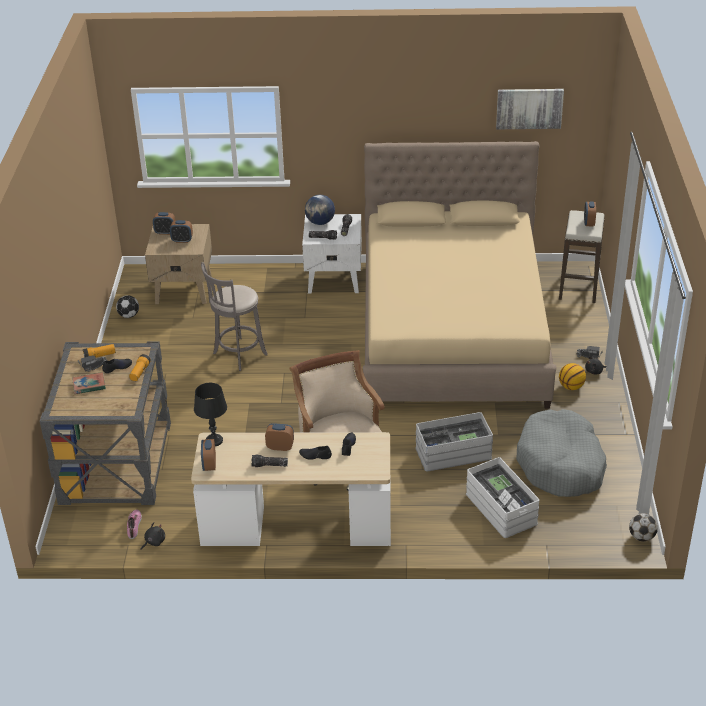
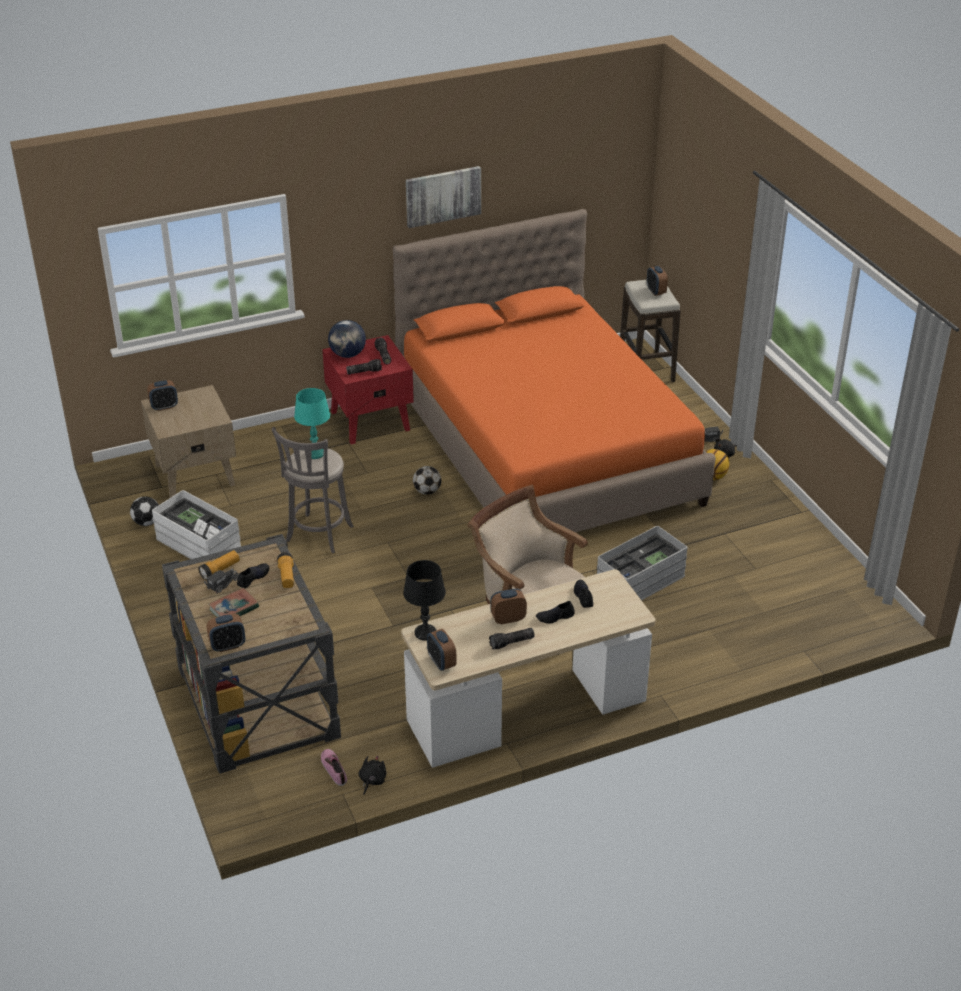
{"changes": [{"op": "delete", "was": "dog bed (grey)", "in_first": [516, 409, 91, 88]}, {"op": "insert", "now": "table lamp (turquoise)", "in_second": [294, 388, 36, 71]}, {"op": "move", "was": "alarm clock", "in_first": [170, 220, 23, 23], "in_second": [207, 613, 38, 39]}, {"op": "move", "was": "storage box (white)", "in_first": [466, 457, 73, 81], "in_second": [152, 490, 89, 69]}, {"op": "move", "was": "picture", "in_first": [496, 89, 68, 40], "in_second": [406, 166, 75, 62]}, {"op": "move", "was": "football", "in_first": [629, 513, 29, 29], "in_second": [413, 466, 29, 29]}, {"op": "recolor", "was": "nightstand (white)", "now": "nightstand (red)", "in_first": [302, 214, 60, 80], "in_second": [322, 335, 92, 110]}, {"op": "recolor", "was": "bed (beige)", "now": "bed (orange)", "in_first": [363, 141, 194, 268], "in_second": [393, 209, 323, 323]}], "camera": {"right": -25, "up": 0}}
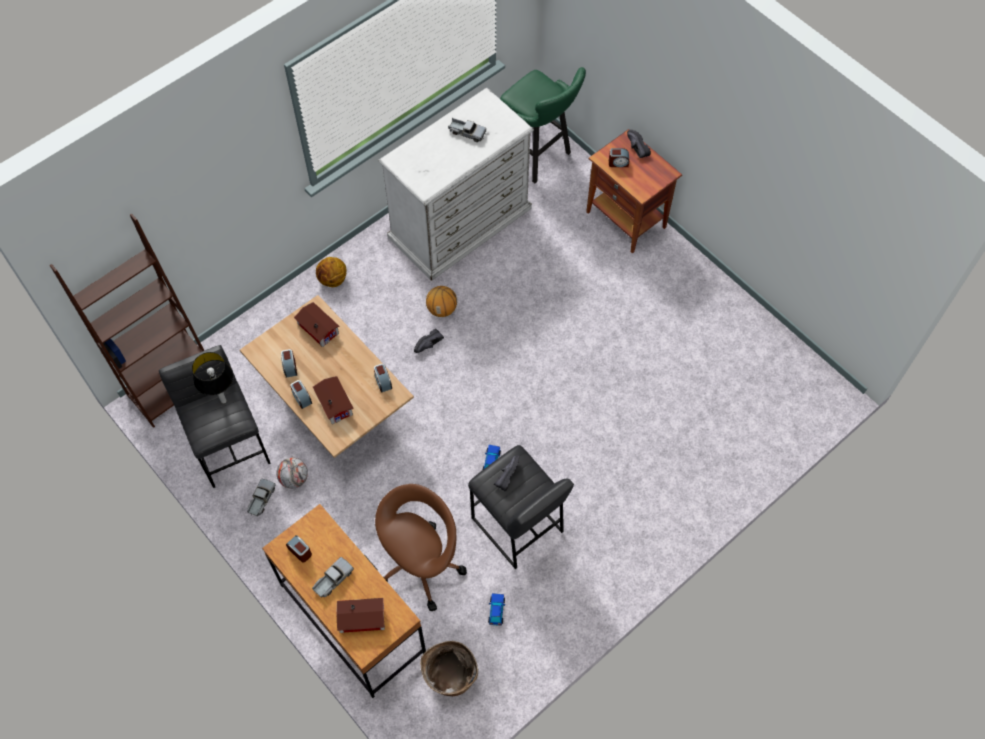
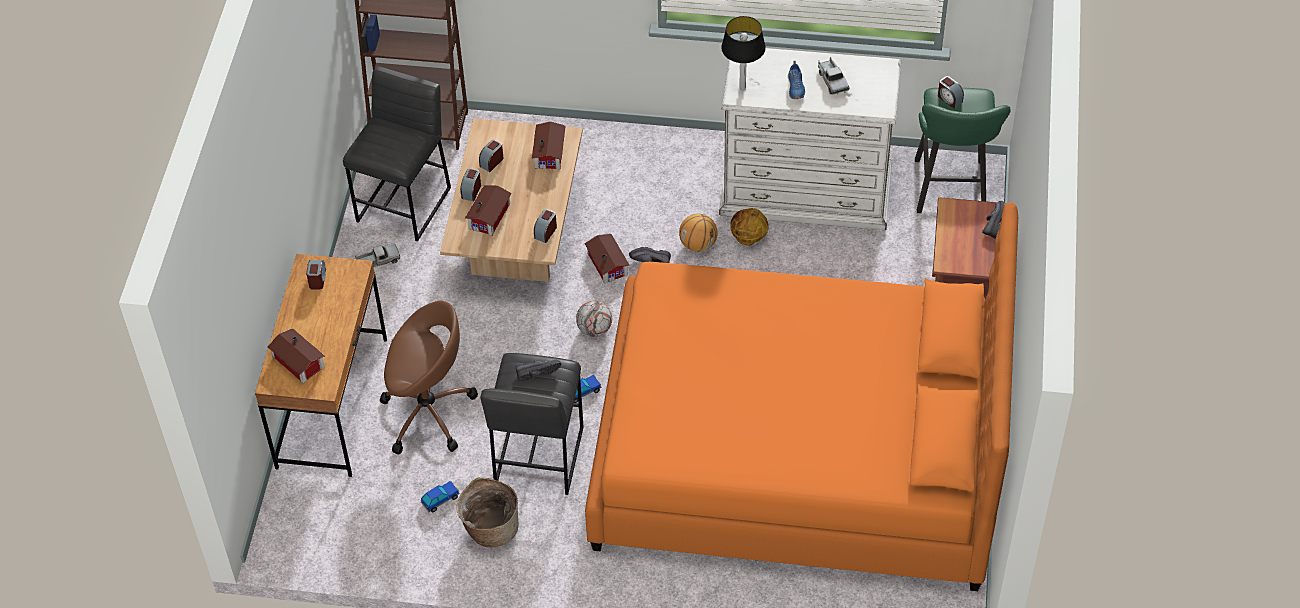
{"changes": [{"op": "delete", "was": "toy truck", "in_first": [312, 557, 42, 41]}, {"op": "insert", "now": "toy house", "in_second": [584, 234, 46, 49]}, {"op": "insert", "now": "bed (orange)", "in_second": [585, 202, 433, 389]}, {"op": "insert", "now": "shoe (blue)", "in_second": [788, 61, 17, 38]}, {"op": "move", "was": "table lamp", "in_first": [192, 352, 41, 52], "in_second": [721, 16, 45, 74]}, {"op": "move", "was": "football", "in_first": [276, 458, 32, 31], "in_second": [576, 301, 36, 36]}, {"op": "move", "was": "basketball", "in_first": [316, 257, 31, 30], "in_second": [730, 208, 39, 38]}, {"op": "move", "was": "basket", "in_first": [420, 641, 58, 55], "in_second": [457, 478, 61, 69]}, {"op": "move", "was": "alarm clock", "in_first": [609, 148, 20, 19], "in_second": [938, 76, 26, 32]}], "camera": {"right": 50, "up": -10}}
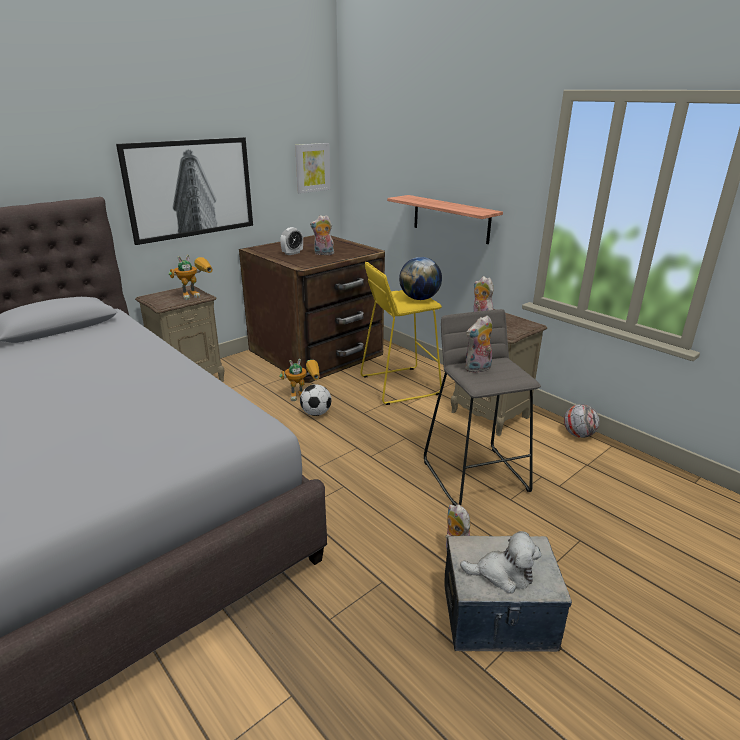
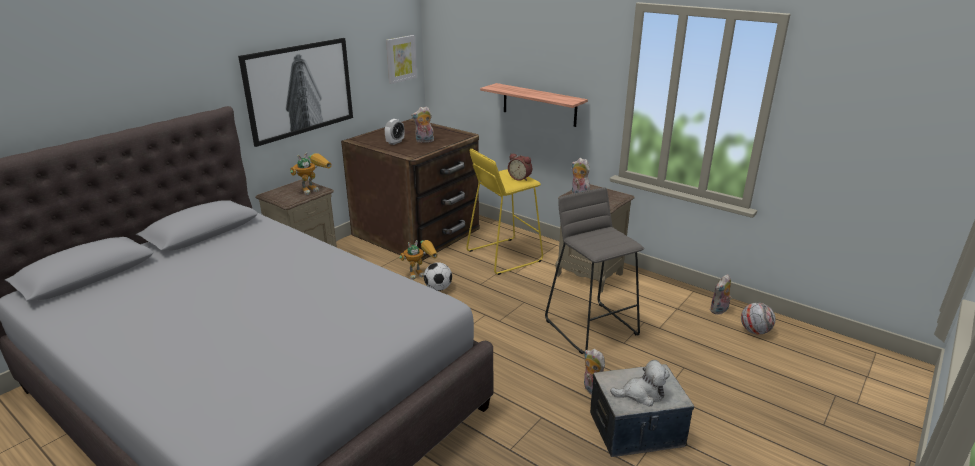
{"changes": [{"op": "move", "was": "plush toy", "in_first": [465, 316, 27, 57], "in_second": [709, 274, 23, 41]}, {"op": "move", "was": "football", "in_first": [564, 404, 36, 34], "in_second": [741, 302, 35, 33]}, {"op": "replace", "was": "globe", "now": "alarm clock", "in_first": [399, 257, 43, 43], "in_second": [508, 154, 24, 27]}], "camera": {"right": -10, "up": 0}}
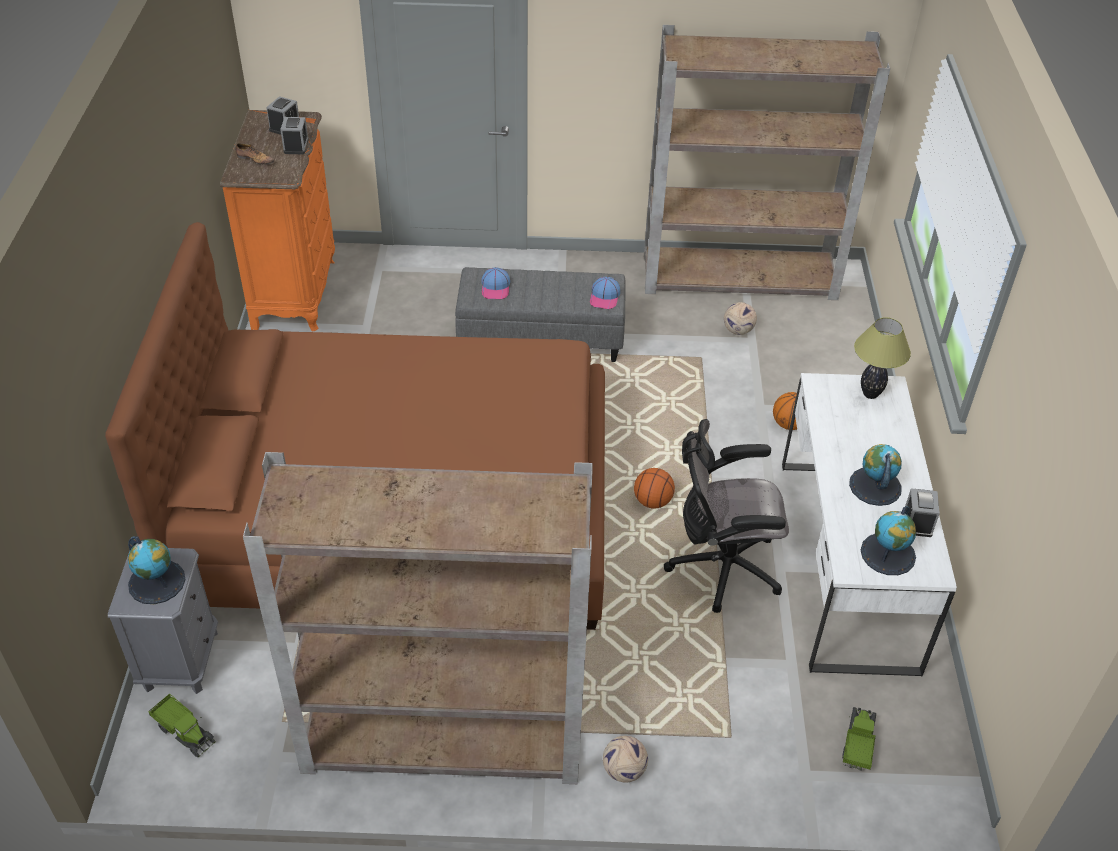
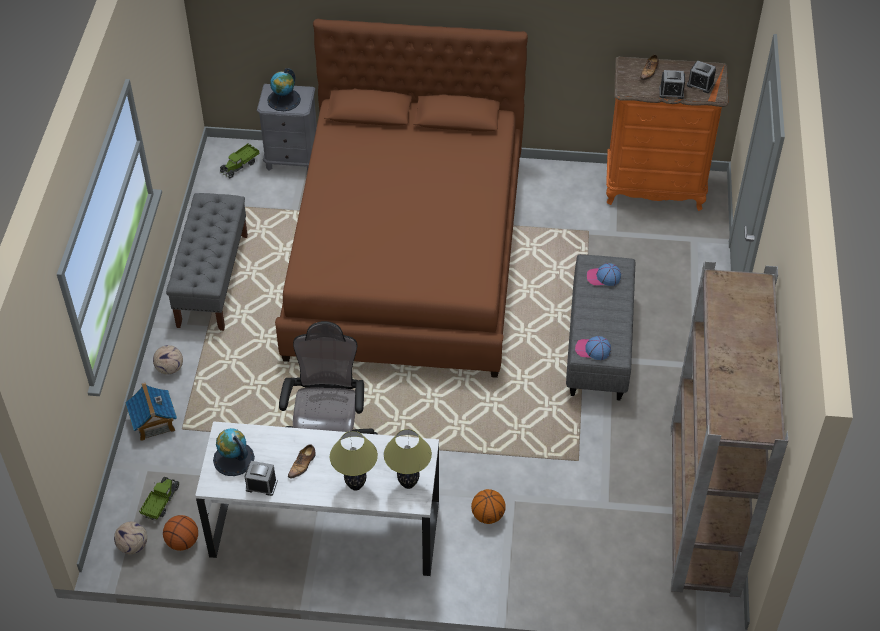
{"changes": [{"op": "insert", "now": "toy house", "in_second": [125, 383, 52, 58]}, {"op": "insert", "now": "table lamp", "in_second": [330, 431, 48, 60]}, {"op": "move", "was": "basketball", "in_first": [634, 468, 41, 41], "in_second": [163, 515, 35, 36]}, {"op": "move", "was": "football", "in_first": [724, 302, 33, 33], "in_second": [114, 522, 33, 32]}, {"op": "replace", "was": "bookcase (brown)", "now": "bench (grey)", "in_first": [243, 452, 350, 332], "in_second": [166, 193, 82, 138]}, {"op": "replace", "was": "globe", "now": "shoe", "in_first": [849, 444, 53, 62], "in_second": [288, 444, 28, 35]}, {"op": "rotate", "was": "toy truck", "in_first": [842, 707, 34, 64], "in_second": [139, 477, 41, 43], "clockwise": -90}], "camera": {"right": 95, "up": 5}}
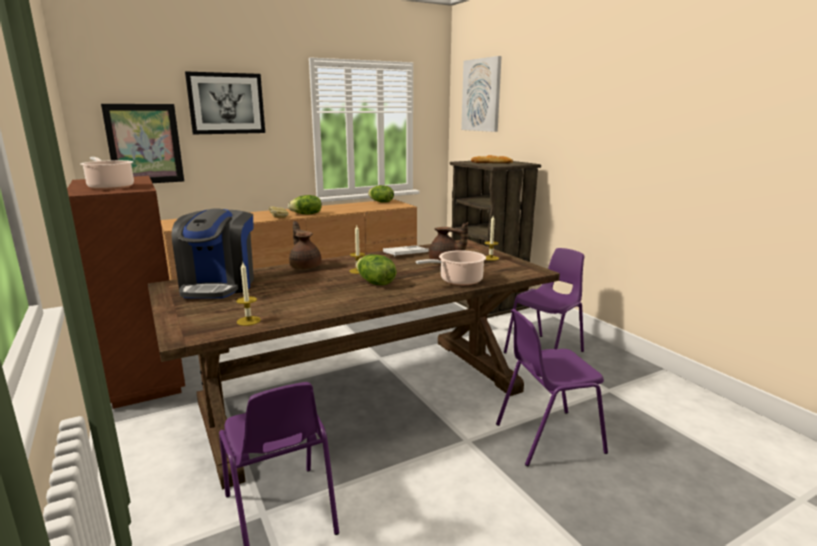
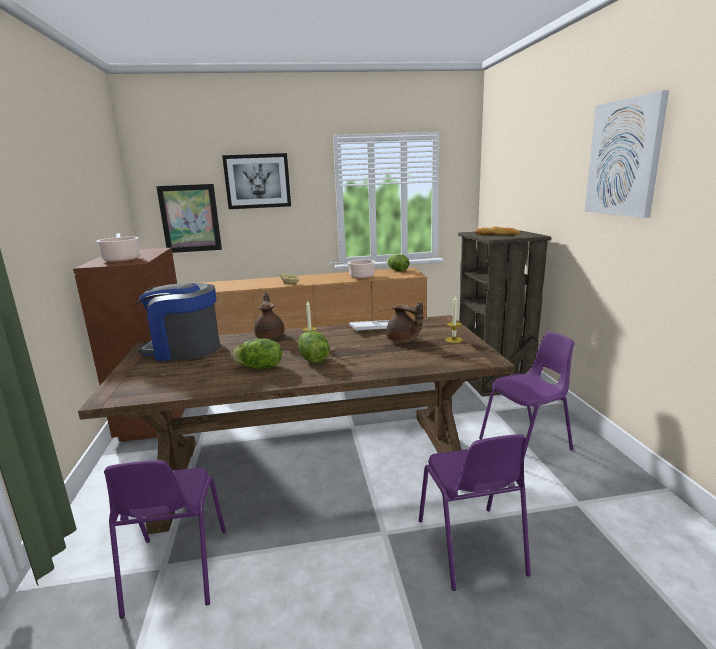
{"changes": [{"op": "delete", "was": "candle", "in_first": [236, 262, 25, 64]}, {"op": "move", "was": "lettuce", "in_first": [288, 195, 34, 19], "in_second": [231, 339, 51, 30]}, {"op": "move", "was": "cooking pot", "in_first": [416, 250, 70, 35], "in_second": [330, 259, 46, 19]}, {"op": "move", "was": "picture", "in_first": [461, 56, 41, 76], "in_second": [585, 90, 84, 128]}, {"op": "rotate", "was": "coffee machine", "in_first": [172, 209, 82, 90], "in_second": [134, 283, 86, 78], "clockwise": 75}, {"op": "rotate", "was": "chair (purple)", "in_first": [496, 309, 112, 157], "in_second": [419, 434, 112, 157], "clockwise": -105}], "camera": {"right": 20, "up": 0}}
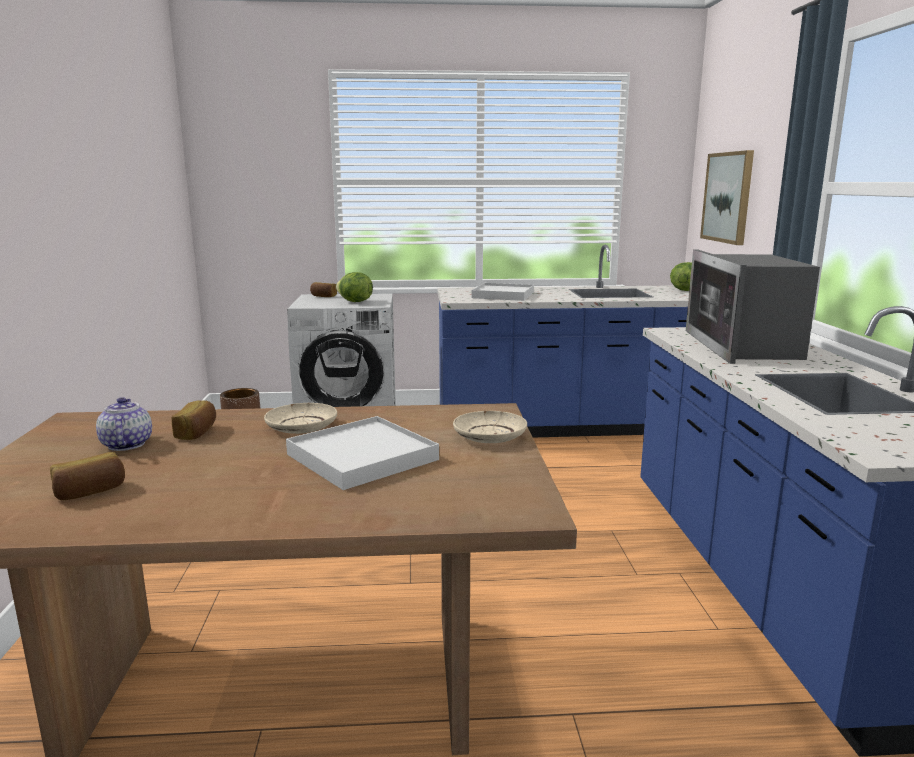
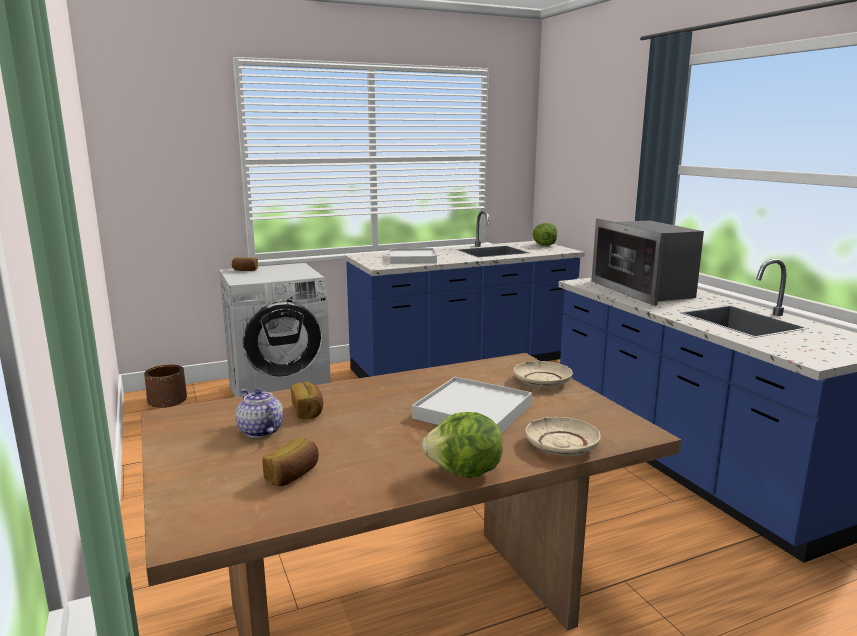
{"changes": [{"op": "delete", "was": "picture", "in_first": [700, 150, 54, 95]}, {"op": "move", "was": "plate (beige)", "in_first": [264, 403, 73, 31], "in_second": [525, 417, 76, 39]}, {"op": "move", "was": "lettuce", "in_first": [336, 272, 37, 30], "in_second": [422, 412, 81, 66]}], "camera": {"right": -20, "up": 0}}
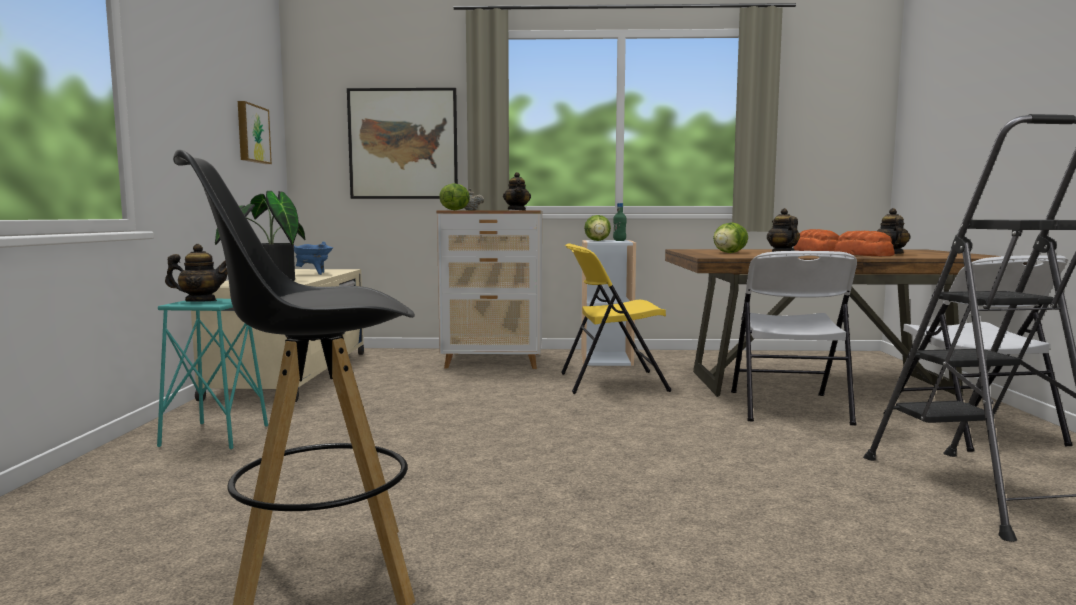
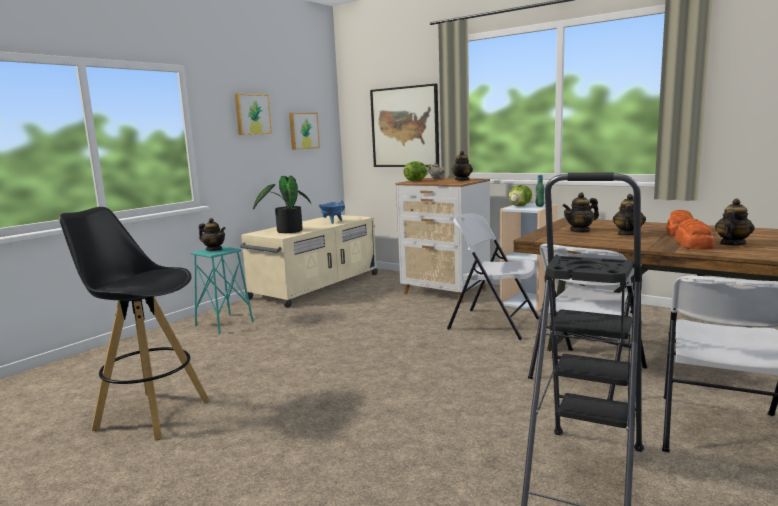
{"changes": [{"op": "insert", "now": "picture", "in_second": [235, 93, 37, 42]}, {"op": "replace", "was": "lettuce", "now": "teapot", "in_first": [713, 222, 35, 31], "in_second": [562, 192, 37, 41]}, {"op": "recolor", "was": "chair (yellow)", "now": "chair (white)", "in_first": [561, 243, 110, 151], "in_second": [447, 214, 92, 126]}], "camera": {"right": 35, "up": 5}}
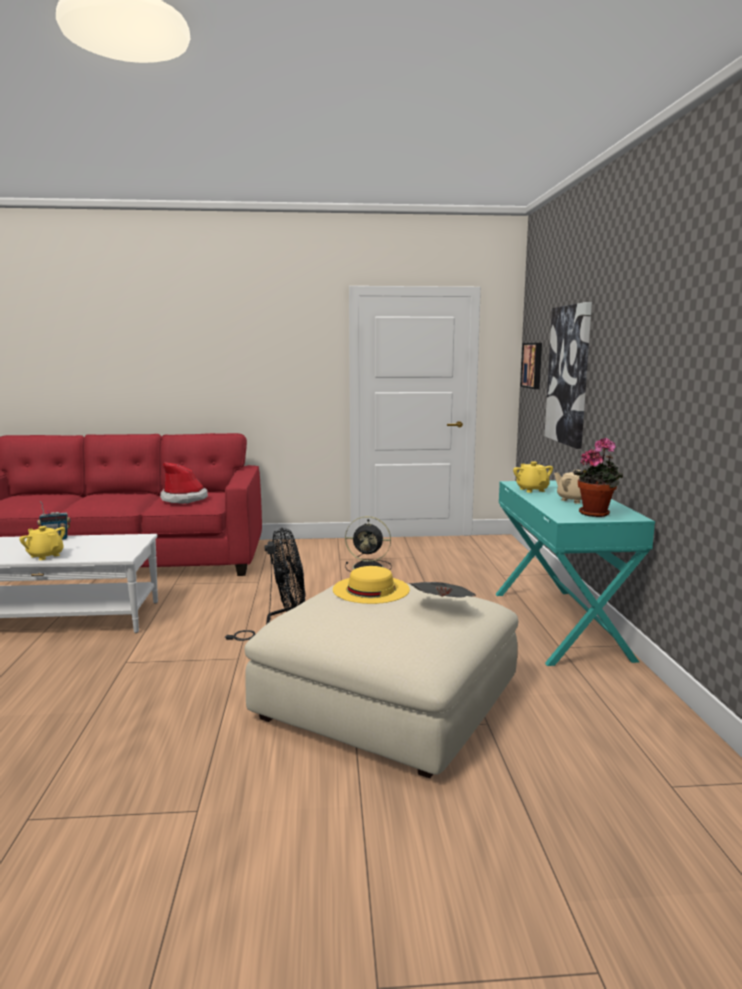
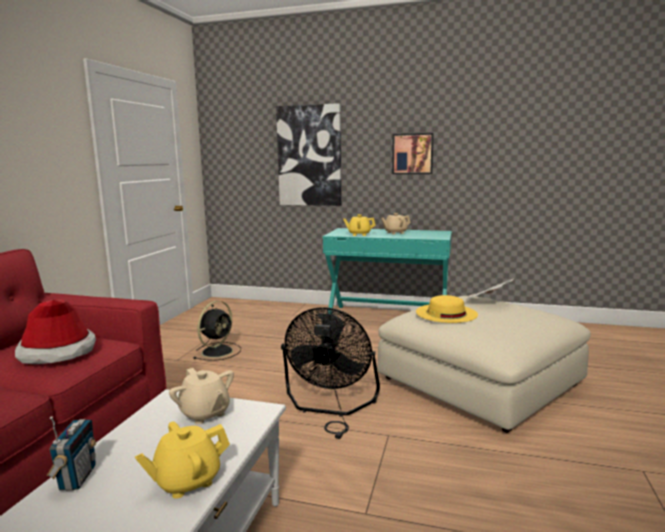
{"changes": [{"op": "delete", "was": "potted plant", "in_first": [573, 438, 50, 79]}, {"op": "insert", "now": "teapot (beige)", "in_second": [169, 368, 65, 56]}, {"op": "move", "was": "picture", "in_first": [520, 343, 22, 46], "in_second": [392, 133, 42, 41]}], "camera": {"right": -70, "up": 0}}
